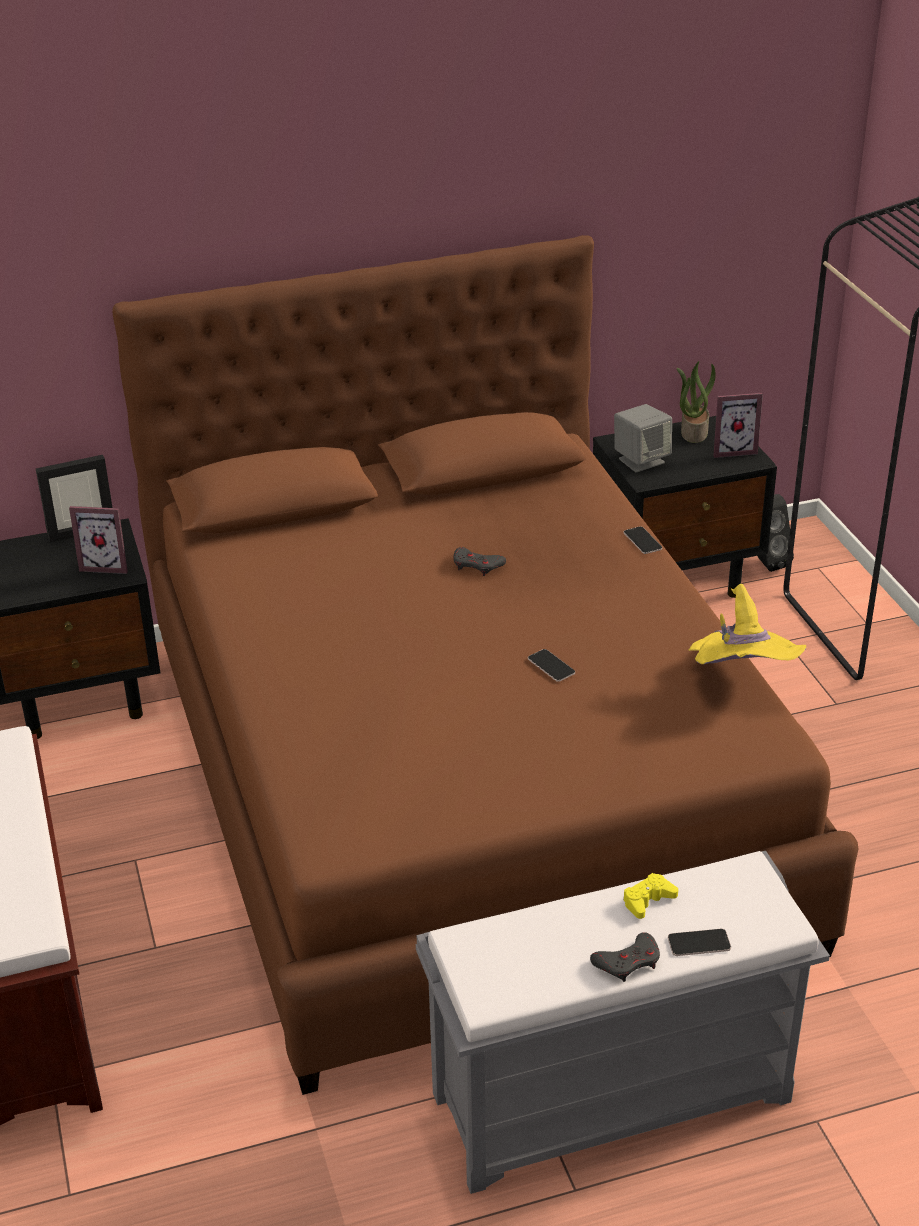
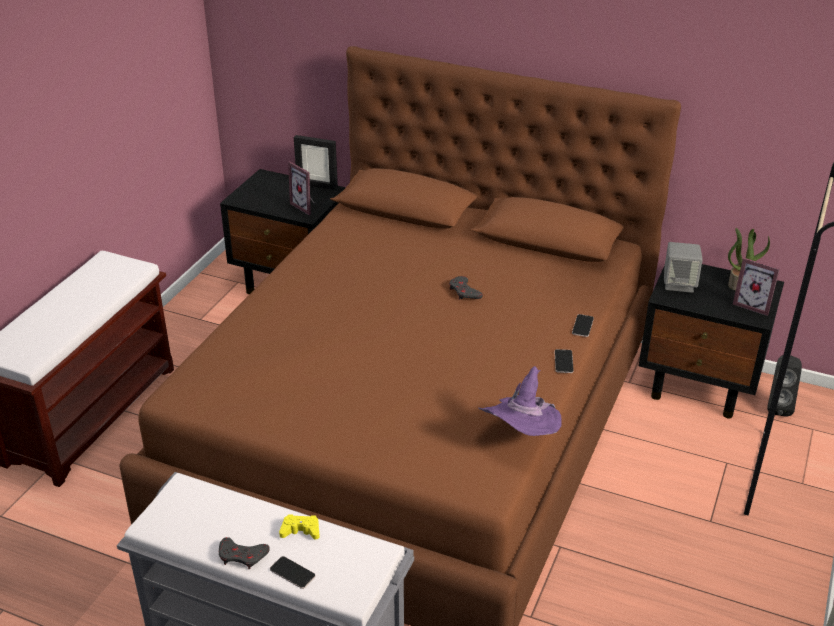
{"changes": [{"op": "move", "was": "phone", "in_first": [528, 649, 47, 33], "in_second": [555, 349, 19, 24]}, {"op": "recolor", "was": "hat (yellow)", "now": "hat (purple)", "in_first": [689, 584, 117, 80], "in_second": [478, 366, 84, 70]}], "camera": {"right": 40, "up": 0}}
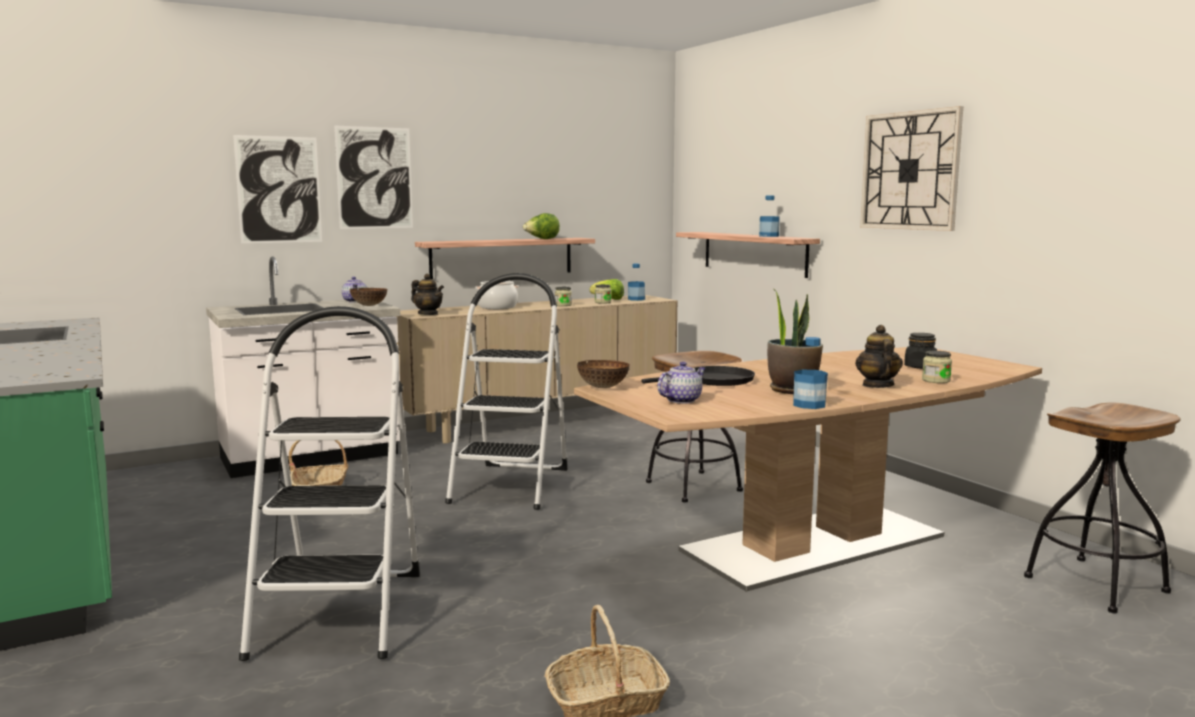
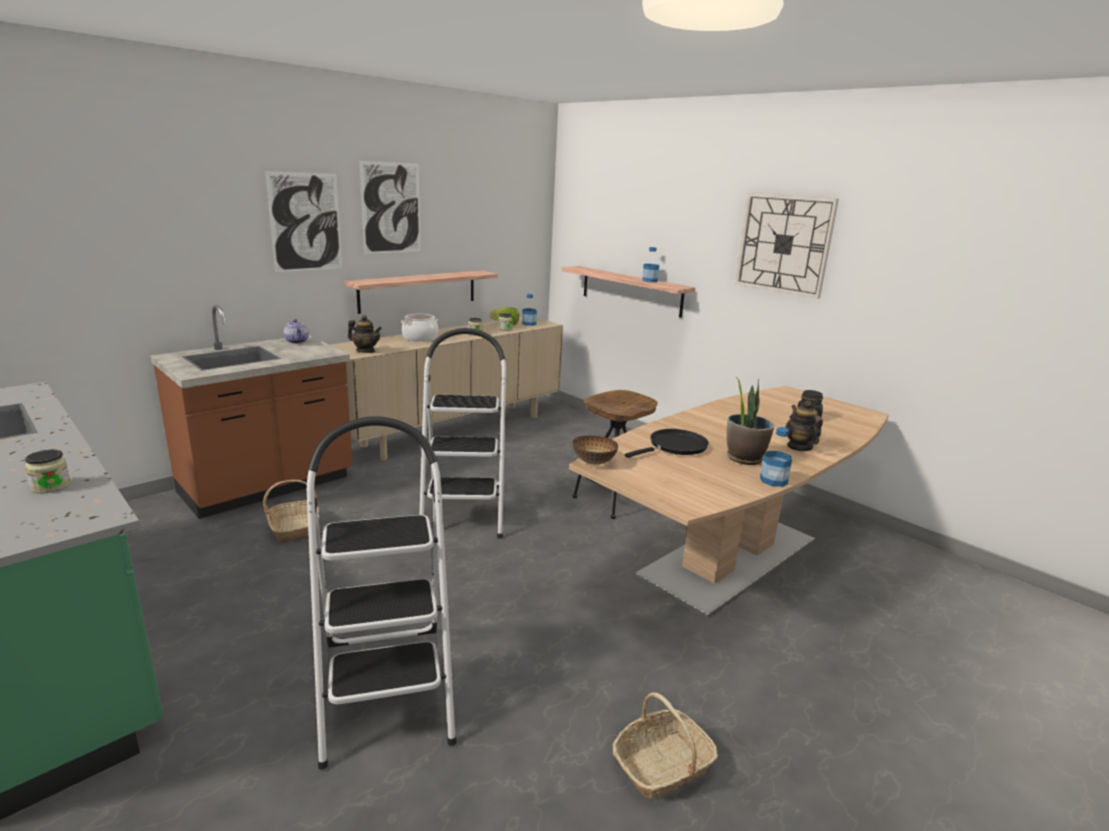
{"changes": [{"op": "delete", "was": "bowl", "in_first": [350, 288, 37, 18]}, {"op": "delete", "was": "lettuce", "in_first": [523, 213, 37, 26]}, {"op": "delete", "was": "teapot", "in_first": [657, 362, 49, 42]}, {"op": "delete", "was": "stool (brown)", "in_first": [1024, 402, 157, 211]}, {"op": "move", "was": "picture", "in_first": [233, 135, 89, 109], "in_second": [360, 161, 60, 93]}, {"op": "move", "was": "jar", "in_first": [922, 351, 30, 32], "in_second": [25, 450, 46, 44]}, {"op": "recolor", "was": "counter (white)", "now": "counter (brown)", "in_first": [206, 257, 194, 221], "in_second": [150, 305, 203, 214]}], "camera": {"right": -15, "up": 10}}
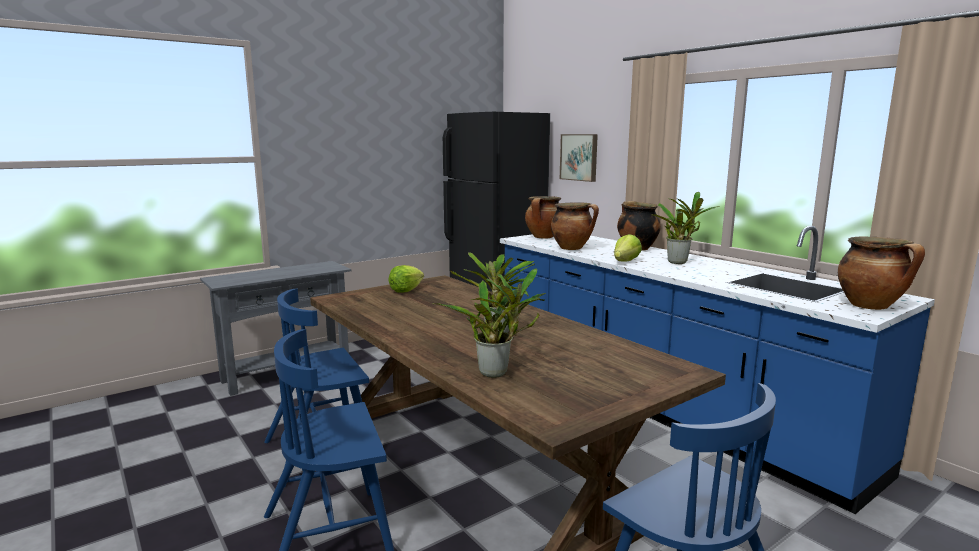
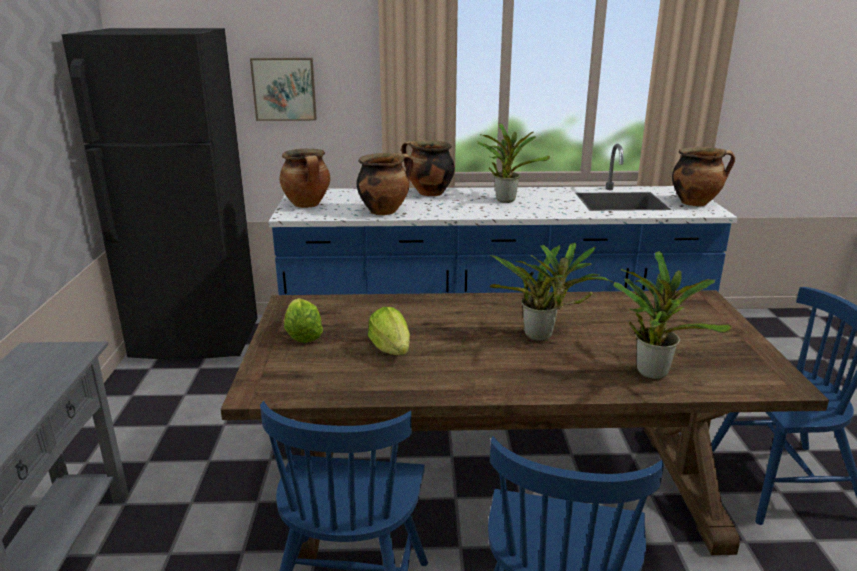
{"changes": [{"op": "move", "was": "lettuce", "in_first": [614, 234, 28, 28], "in_second": [368, 307, 42, 48]}], "camera": {"right": -55, "up": 10}}
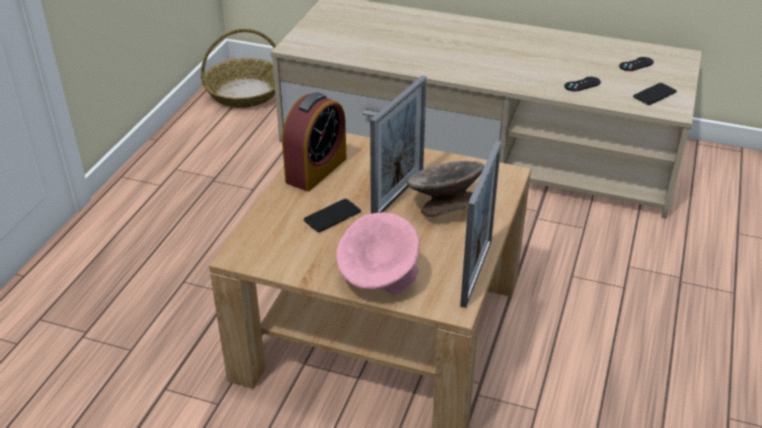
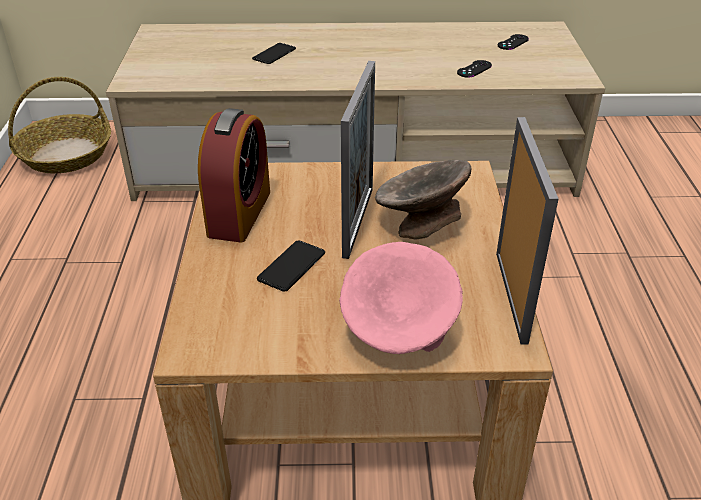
{"changes": [{"op": "move", "was": "phone", "in_first": [633, 83, 44, 22], "in_second": [252, 43, 44, 21]}], "camera": {"right": -20, "up": 0}}
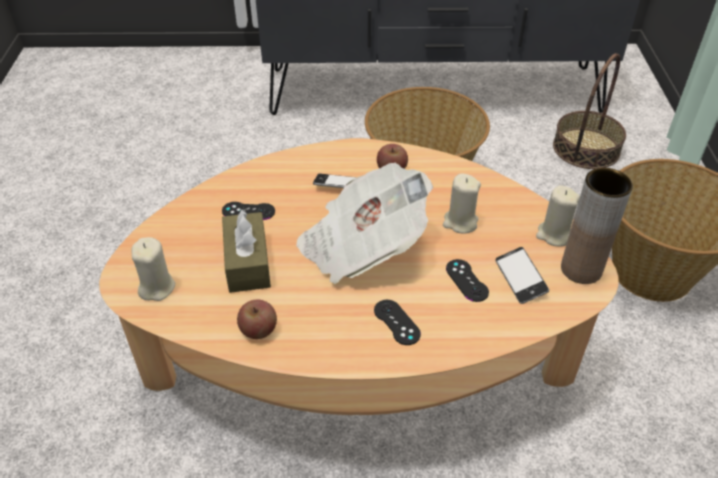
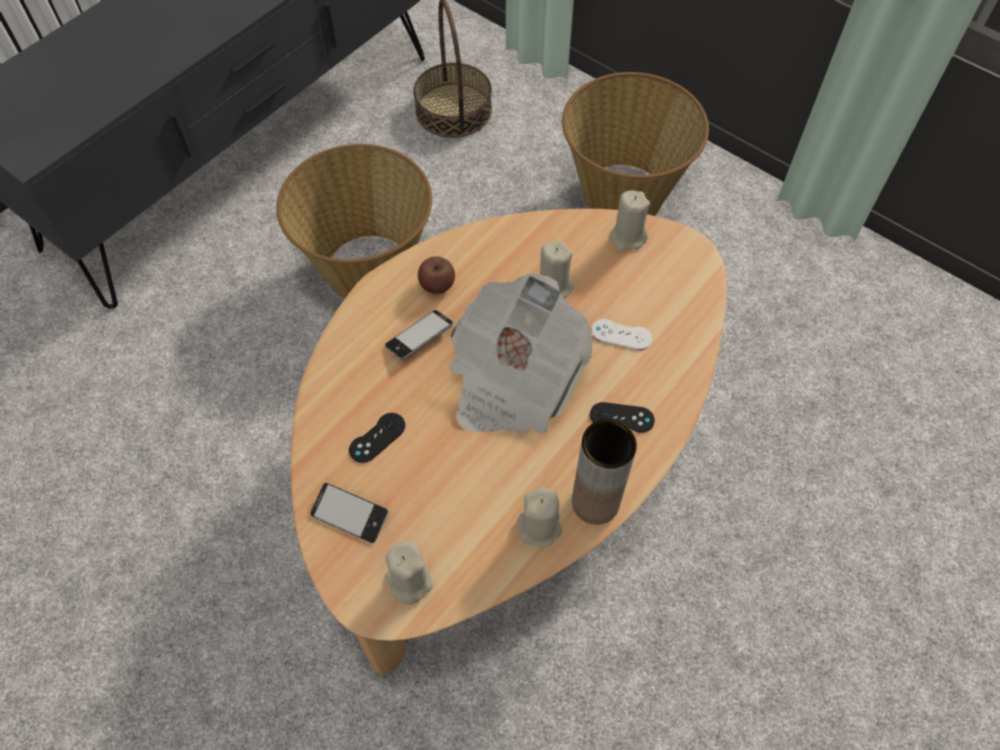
{"changes": [{"op": "delete", "was": "tissue box (brown)", "in_first": [222, 209, 49, 84]}, {"op": "move", "was": "phone", "in_first": [495, 247, 54, 57], "in_second": [310, 483, 78, 60]}, {"op": "move", "was": "vase (brown)", "in_first": [561, 168, 72, 116], "in_second": [572, 419, 65, 106]}, {"op": "replace", "was": "apple", "now": "candle (beige)", "in_first": [237, 300, 40, 39], "in_second": [518, 487, 44, 60]}, {"op": "recolor", "was": "game controller (black)", "now": "game controller (white)", "in_first": [446, 259, 43, 43], "in_second": [591, 319, 61, 31]}], "camera": {"right": -50, "up": 15}}
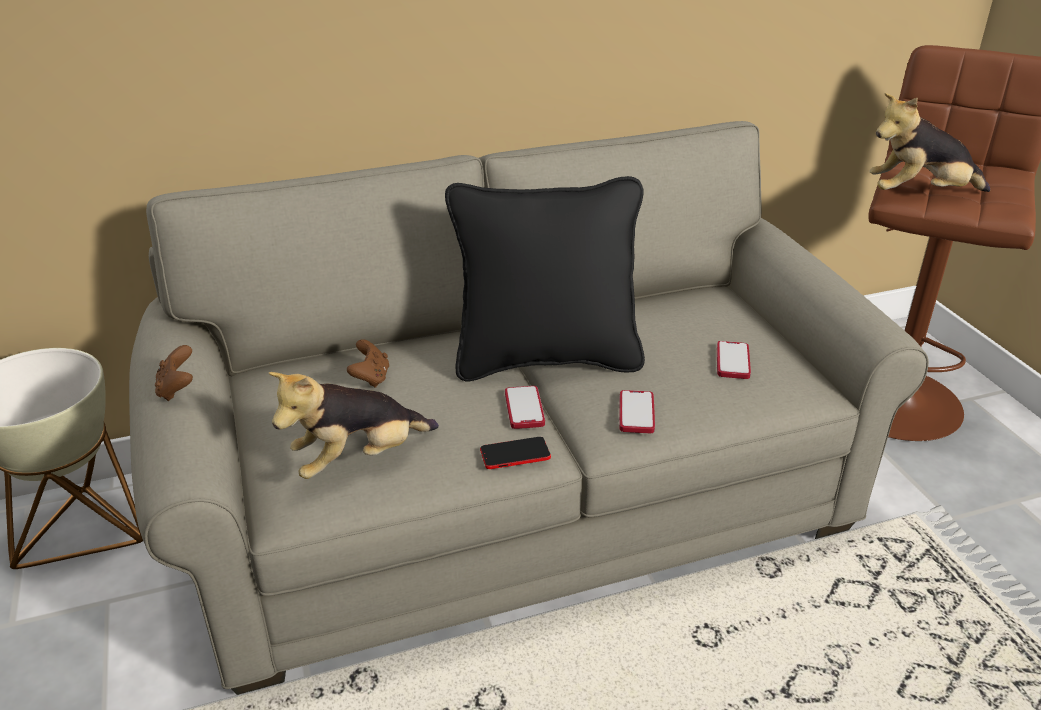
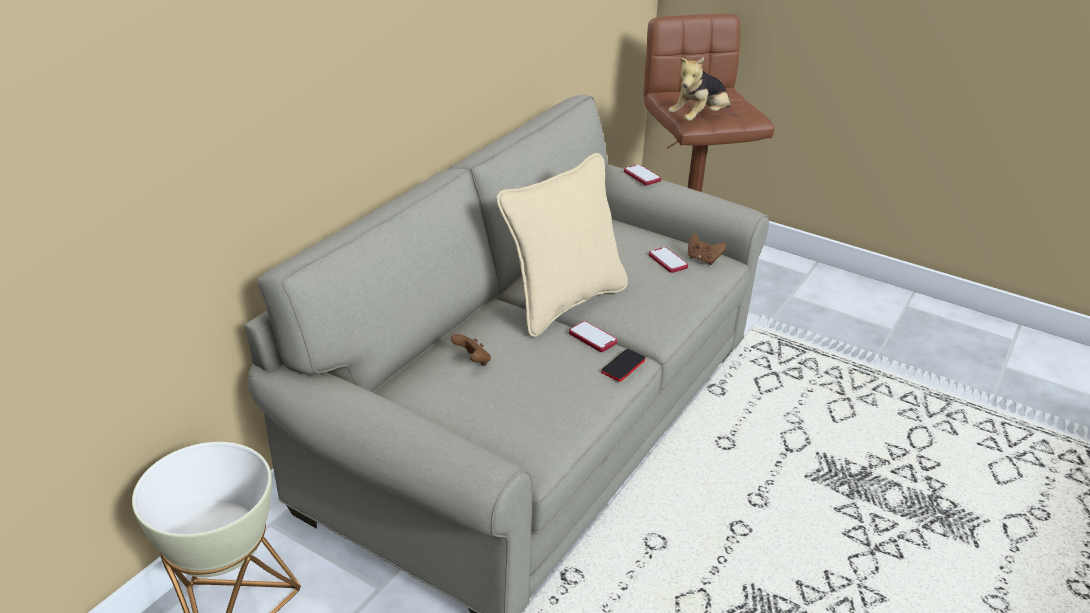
{"changes": [{"op": "delete", "was": "plush toy", "in_first": [269, 372, 170, 107]}, {"op": "move", "was": "game controller (brown)", "in_first": [155, 345, 38, 56], "in_second": [688, 233, 38, 32]}, {"op": "move", "was": "phone", "in_first": [619, 390, 36, 43], "in_second": [624, 164, 37, 21]}, {"op": "recolor", "was": "pillow (black)", "now": "pillow (beige)", "in_first": [445, 176, 200, 205], "in_second": [496, 153, 132, 184]}], "camera": {"right": -40, "up": 0}}
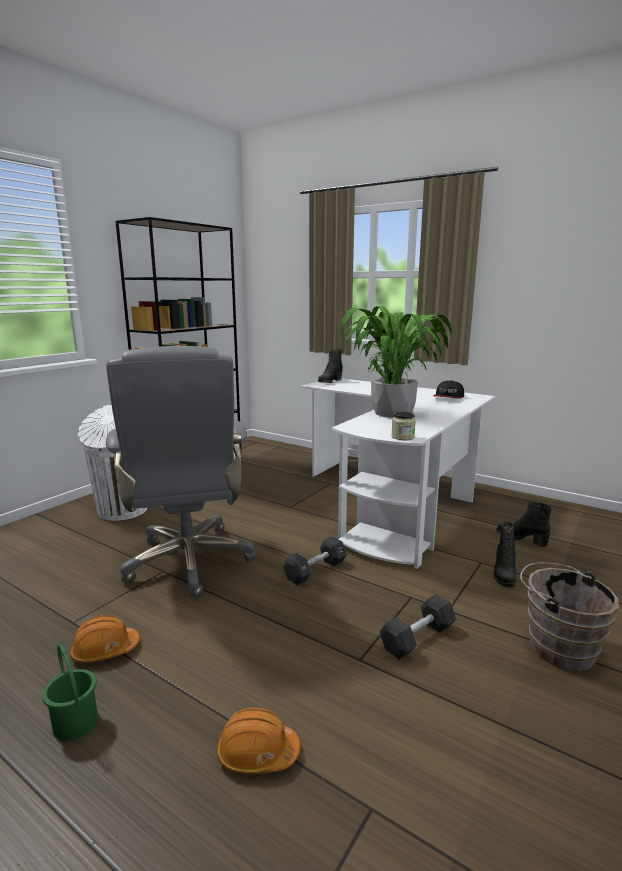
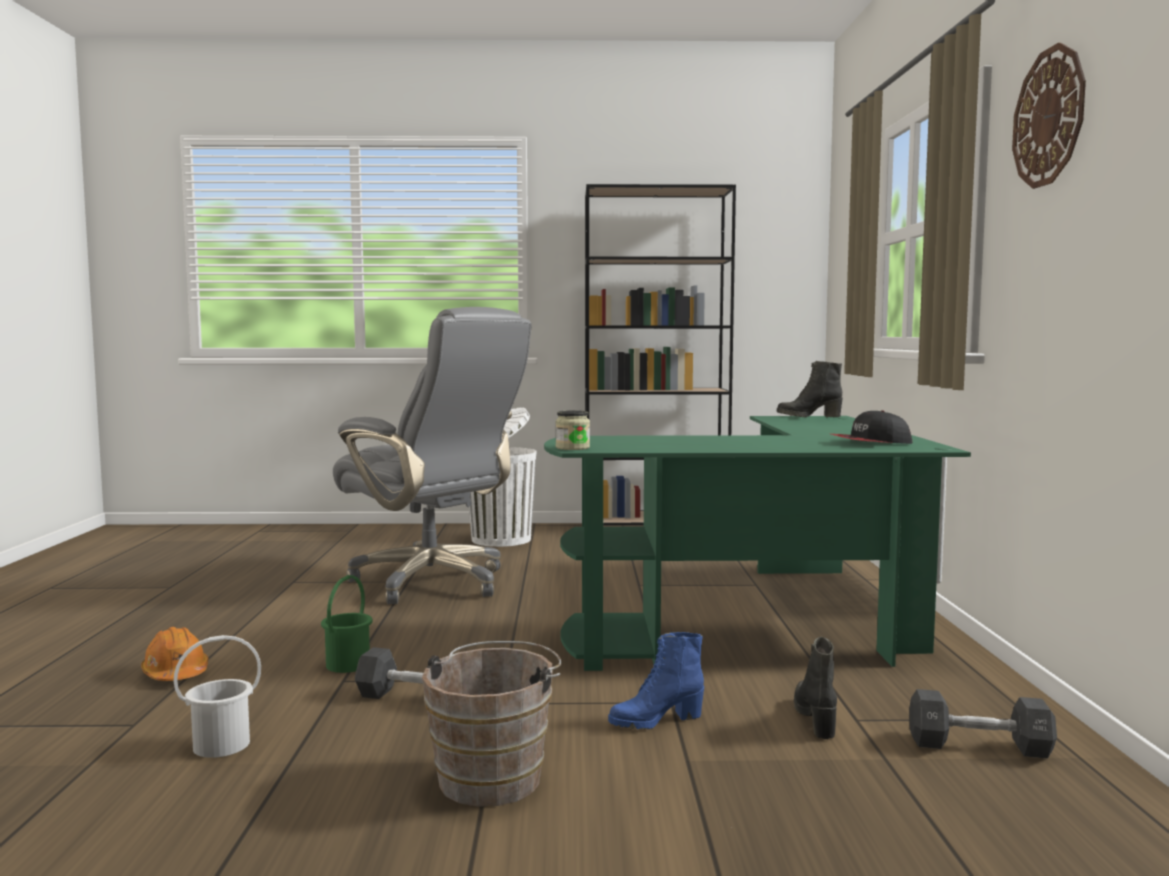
{"changes": [{"op": "delete", "was": "hard hat (orange)", "in_first": [70, 615, 70, 48]}, {"op": "delete", "was": "potted plant", "in_first": [341, 306, 111, 112]}, {"op": "insert", "now": "bucket (white)", "in_second": [174, 635, 87, 123]}, {"op": "insert", "now": "wall clock", "in_second": [1012, 42, 74, 147]}, {"op": "move", "was": "bucket (green)", "in_first": [42, 644, 56, 97], "in_second": [321, 575, 52, 98]}, {"op": "move", "was": "dumbbell (black)", "in_first": [283, 537, 64, 49], "in_second": [909, 689, 148, 70]}, {"op": "recolor", "was": "desk (white)", "now": "desk (green)", "in_first": [300, 378, 195, 191], "in_second": [544, 416, 427, 255]}, {"op": "recolor", "was": "boot (black)", "now": "boot (blue)", "in_first": [494, 522, 22, 65], "in_second": [608, 632, 96, 98]}, {"op": "rotate", "was": "office chair (grey)", "in_first": [106, 346, 149, 253], "in_second": [333, 307, 199, 298], "clockwise": -90}], "camera": {"right": 55, "up": -10}}
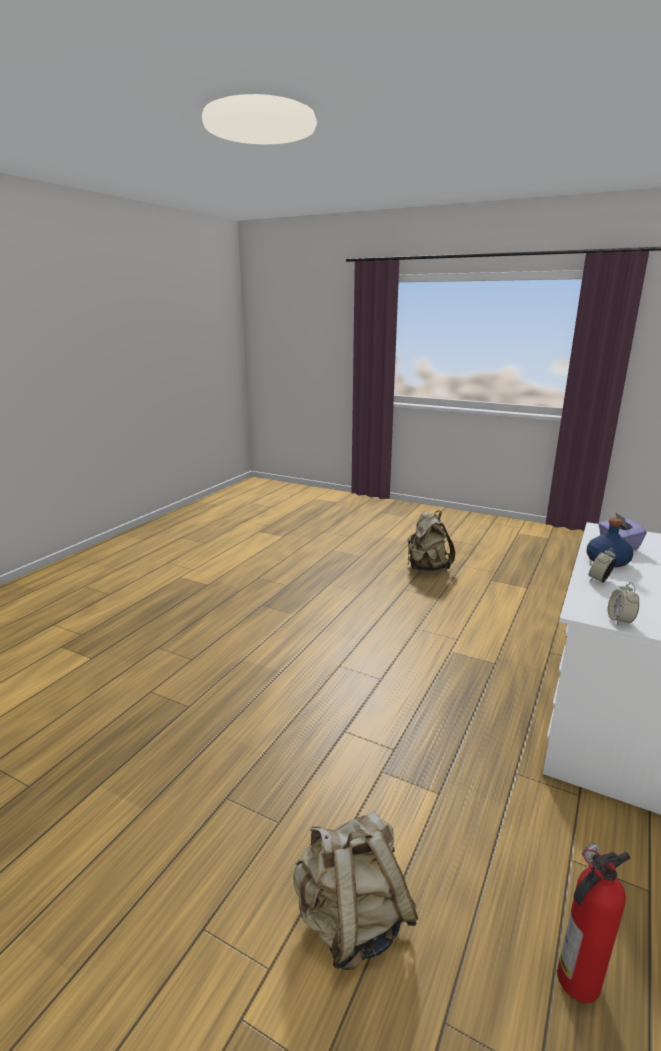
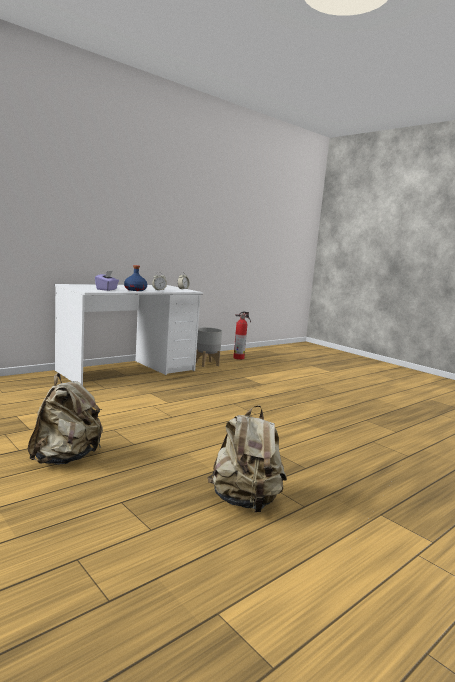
{"changes": [{"op": "insert", "now": "planter (grey)", "in_second": [196, 327, 26, 40]}, {"op": "move", "was": "backpack (beige)", "in_first": [293, 811, 125, 159], "in_second": [208, 405, 79, 107]}], "camera": {"right": -160, "up": -10}}
